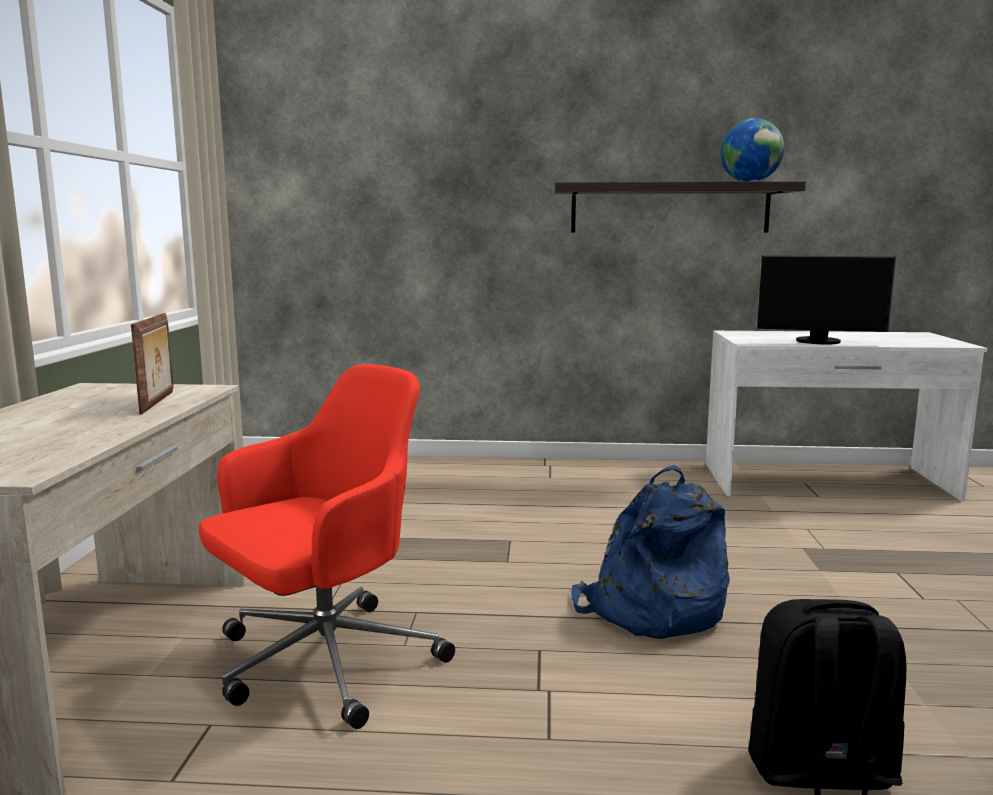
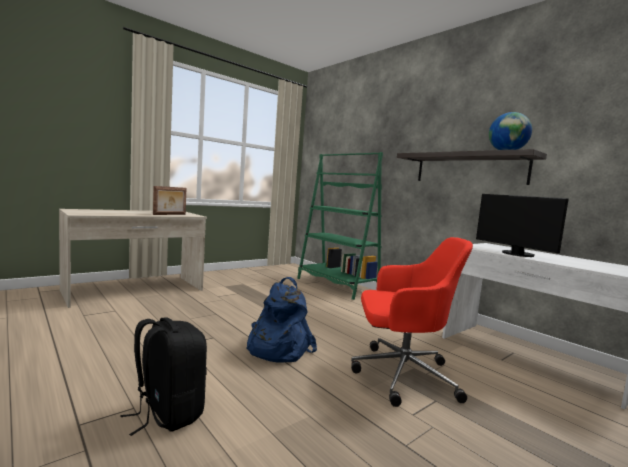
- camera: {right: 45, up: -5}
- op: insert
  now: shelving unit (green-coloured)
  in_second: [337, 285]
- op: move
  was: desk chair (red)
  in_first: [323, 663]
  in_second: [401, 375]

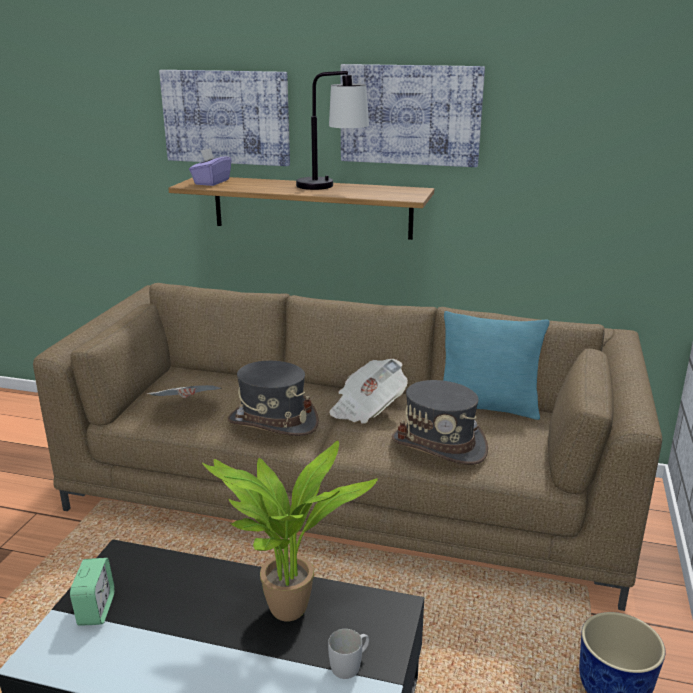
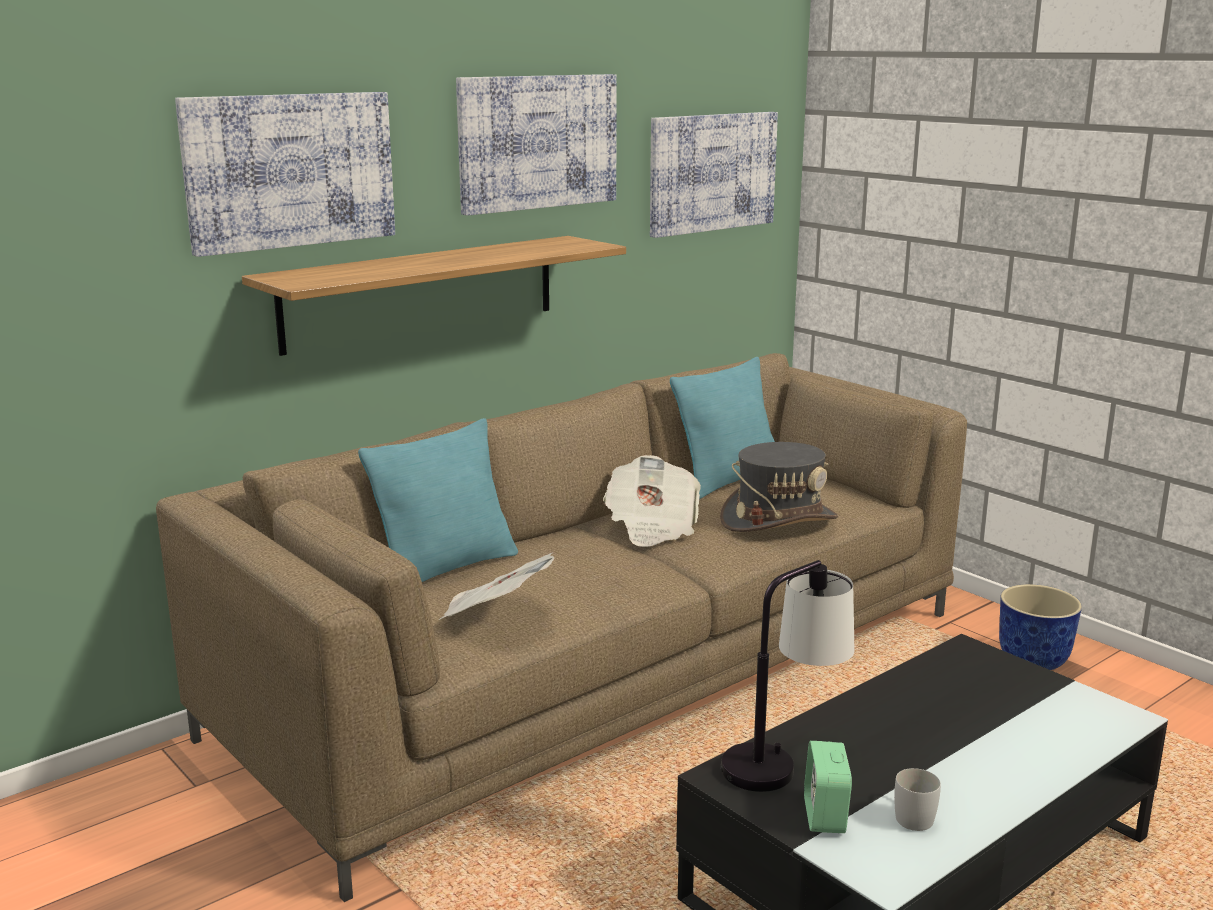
- camera: {right: -55, up: -5}
- op: insert
  now: throw pillow (turquoise-coloured)
  in_second: [446, 568]
- op: insert
  now: wall art
  in_second: [712, 172]
- op: move
  was: table lamp
  in_first: [331, 187]
  in_second: [783, 759]
- op: rotate
  was: bedside clock
  in_first: [96, 610]
  in_second: [825, 815]
  clockwise: -120
- op: move
  was: tea mug (white-coloured)
  in_first: [350, 664]
  in_second: [911, 815]
- op: delete
  was: tissue holder (purple)
  in_first: [211, 182]
- op: delete
  was: houseplant
  in_first: [289, 615]
- op: delete
  was: wearable hat (gray)
  in_first: [272, 422]

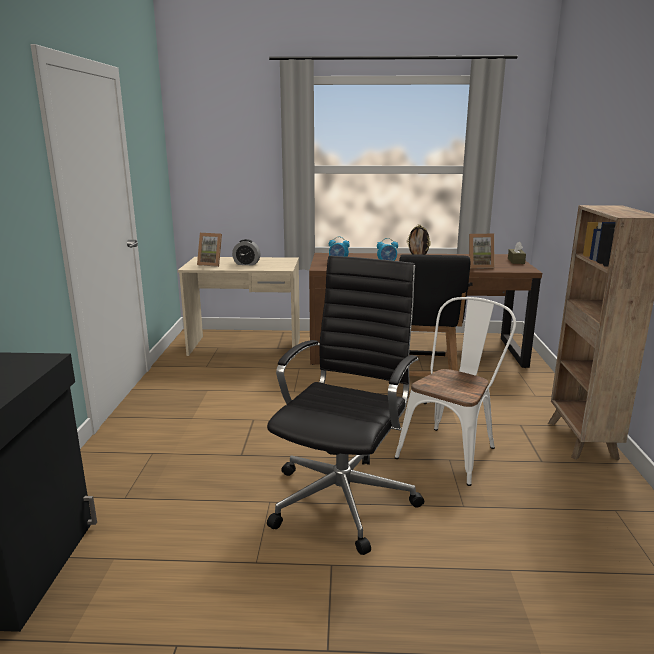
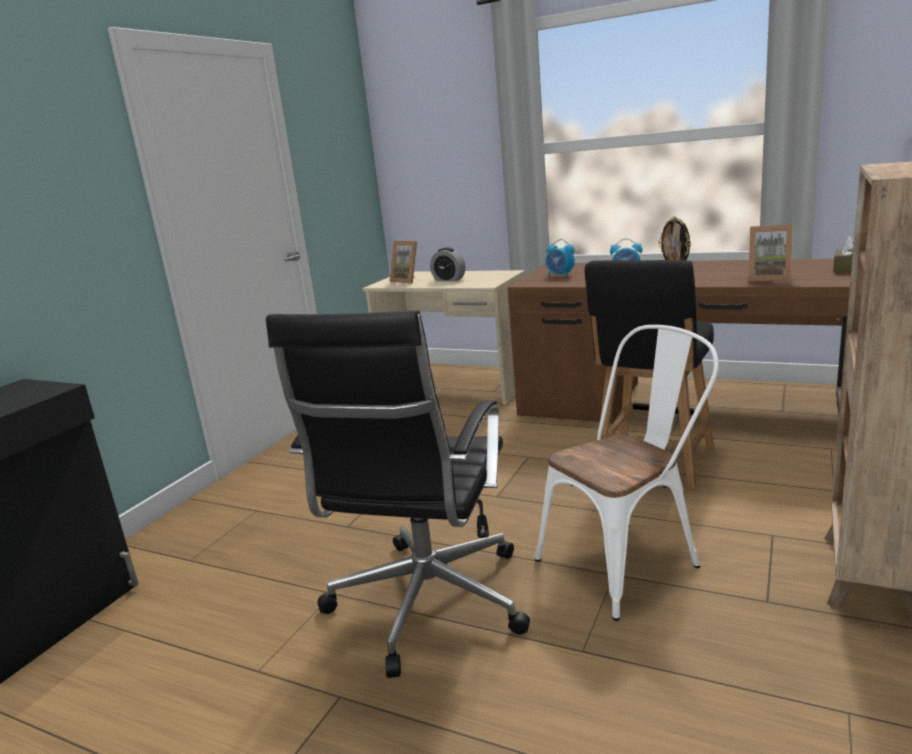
- camera: {right: 25, up: 0}
- op: rotate
  was: desk chair (black)
  in_first: [344, 497]
  in_second: [426, 605]
  clockwise: 150

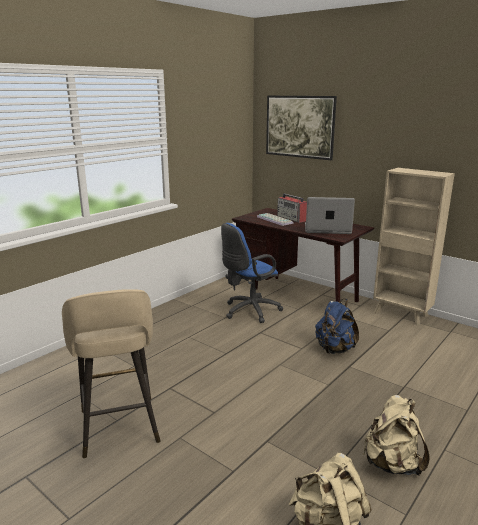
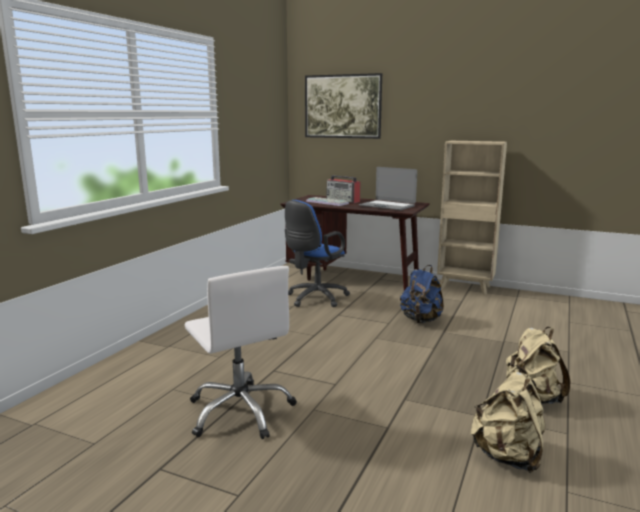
- camera: {right: -15, up: -5}
- op: replace
  was: stool (beige)
  now: desk chair (white-coloured)
  in_first: [119, 428]
  in_second: [241, 411]
- op: rotate
  was: notebook computer
  in_first: [327, 229]
  in_second: [387, 206]
  clockwise: -135

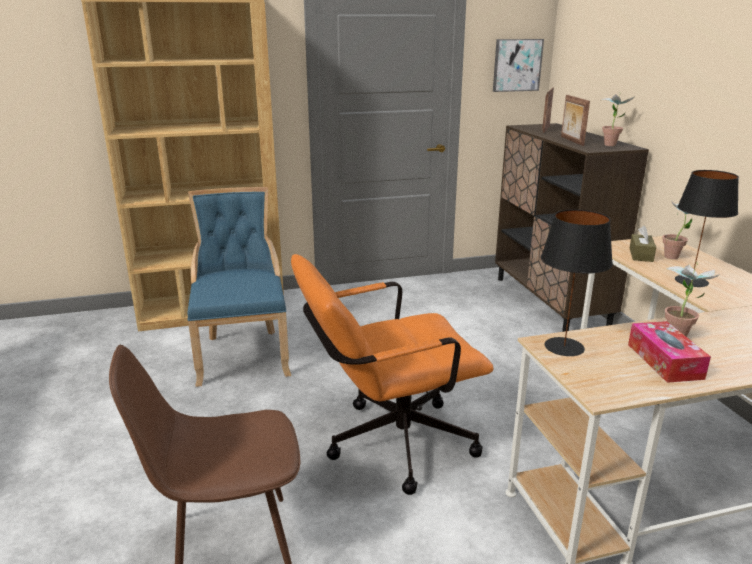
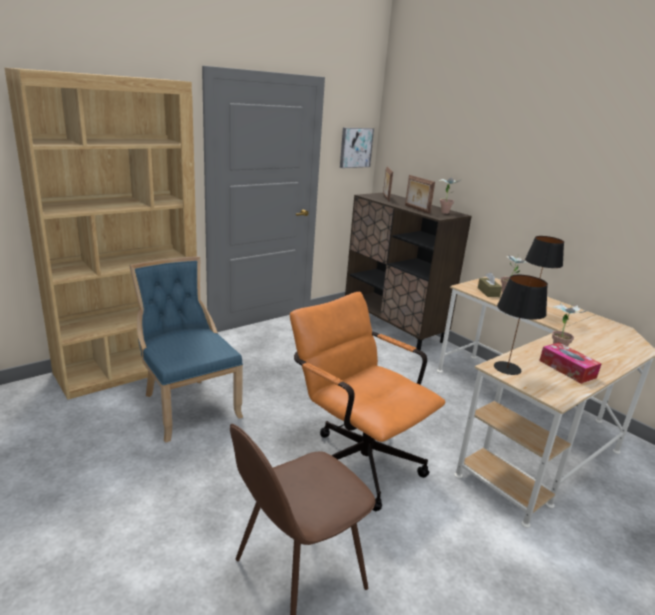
- camera: {right: -25, up: 0}
- op: rotate
  was: desk chair (orangey)
  in_first: [388, 444]
  in_second: [356, 458]
  clockwise: 90

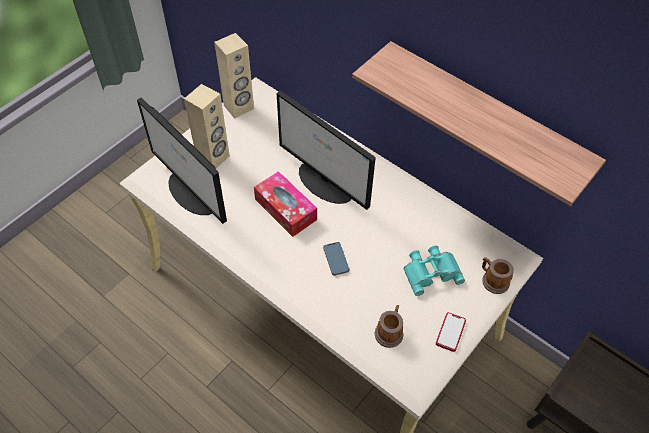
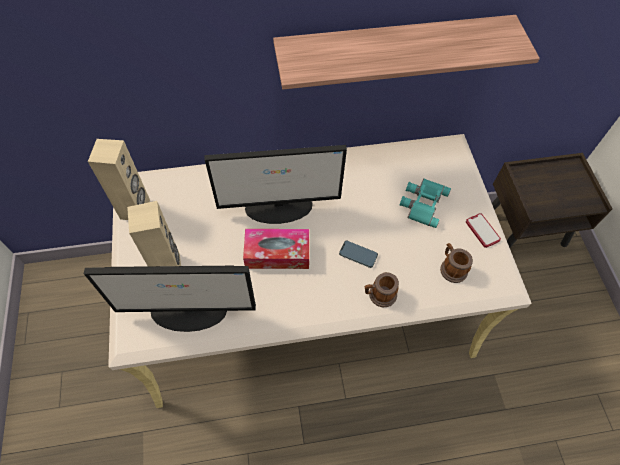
- camera: {right: -50, up: 5}
- op: move
  was: tea mug
  in_first: [492, 280]
  in_second: [379, 295]

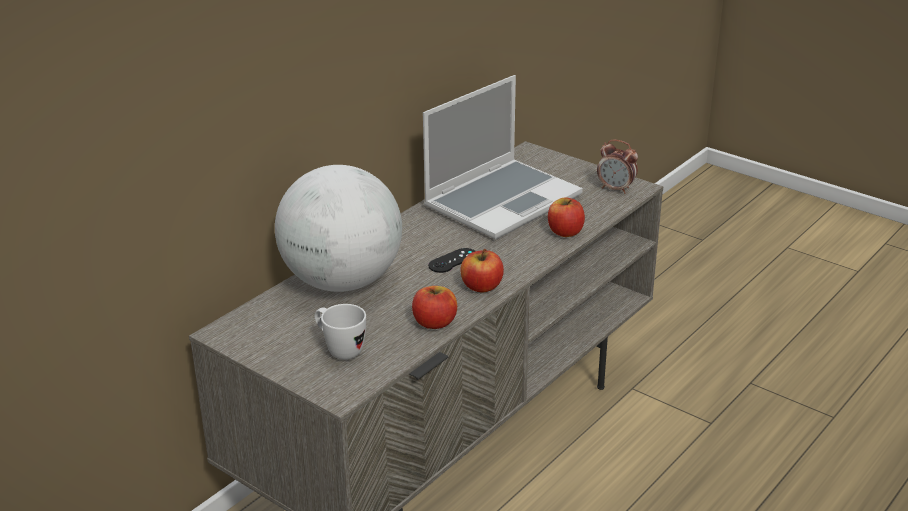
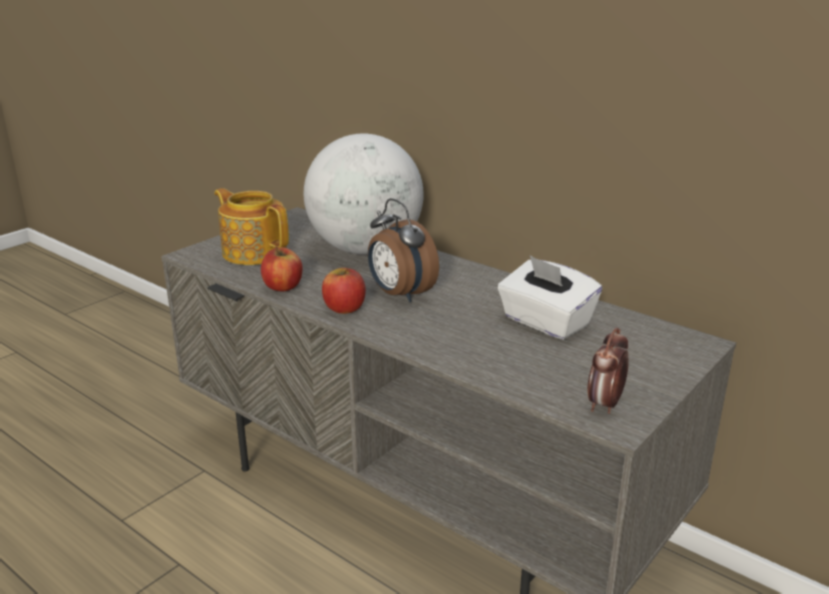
- camera: {right: 90, up: -5}
- op: replace
  was: tea mug (white-coloured)
  now: tea pot
  in_first: [339, 350]
  in_second: [254, 252]
- op: replace
  was: joypad (black)
  now: bedside clock
  in_first: [453, 261]
  in_second: [399, 295]
- op: replace
  was: notebook computer
  now: tissue holder (white-coloured)
  in_first: [502, 200]
  in_second: [545, 322]
- op: delete
  was: whole apple
  in_first: [565, 232]

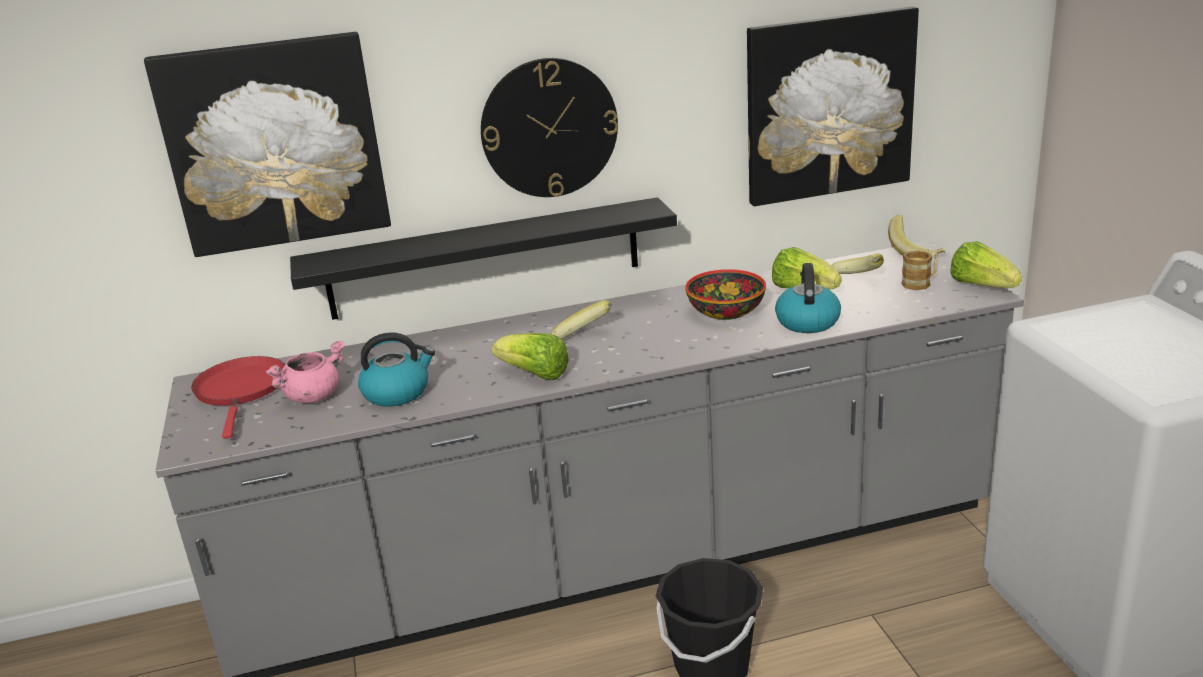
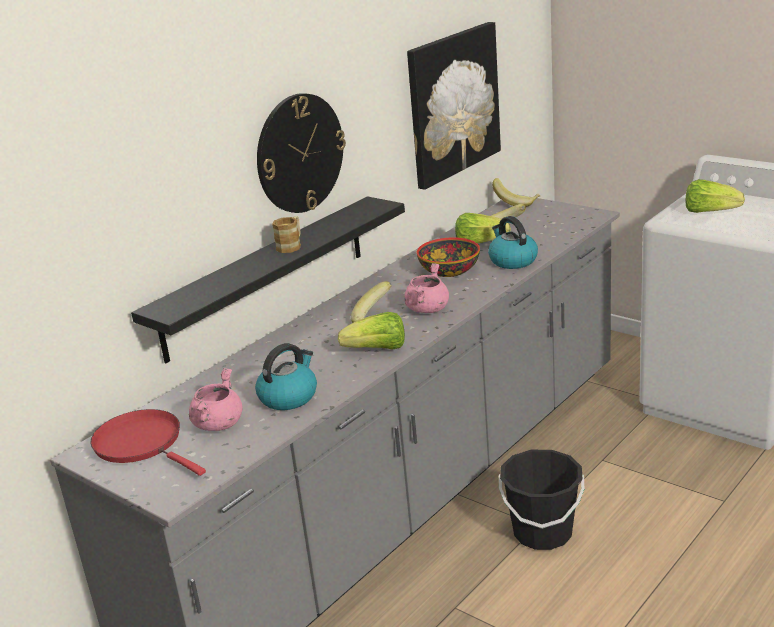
- camera: {right: -35, up: 0}
- op: move
  was: tea mug
  in_first: [920, 283]
  in_second: [291, 246]
- op: insert
  now: stockpot (pink-coloured)
  in_second: [427, 309]
- op: move
  was: lettuce head
  in_first: [982, 286]
  in_second: [710, 212]
- op: delete
  was: wall art
  in_first: [274, 144]

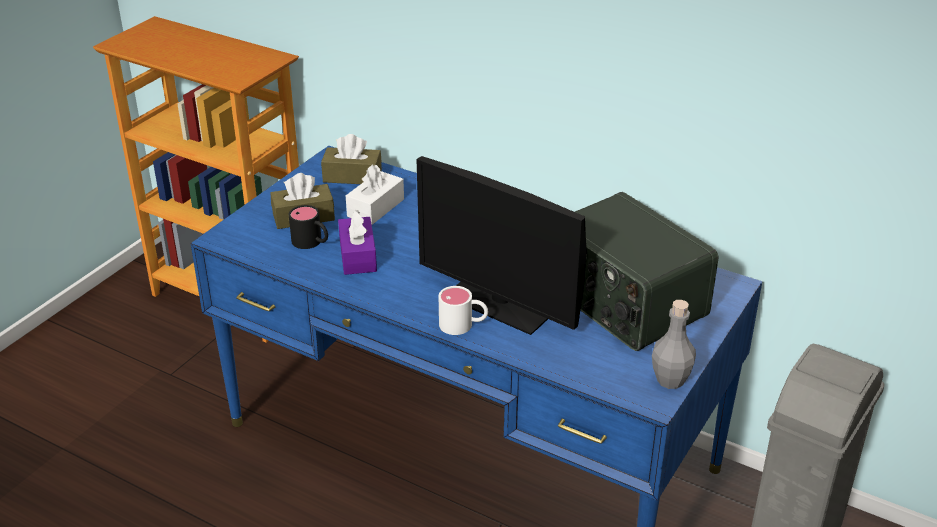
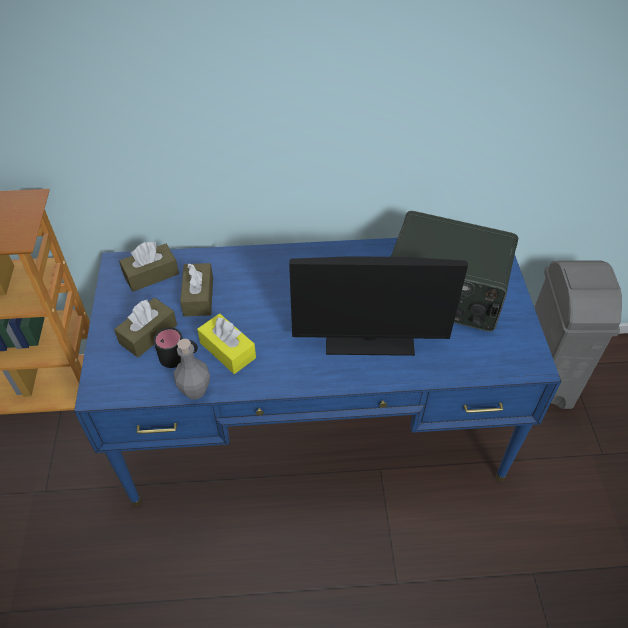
- camera: {right: -35, up: 15}
- op: move
  was: drink bottle (gray)
  in_first: [670, 380]
  in_second: [195, 390]
- op: recolor
  was: tissue holder (white-coloured)
  now: tissue holder (brown)
  in_first: [375, 208]
  in_second: [198, 296]
- op: recolor
  was: tissue holder (purple)
  now: tissue holder (yellow-coloured)
  in_first: [358, 256]
  in_second: [228, 350]
- op: delete
  was: tea mug (white-coloured)
  in_first: [463, 325]

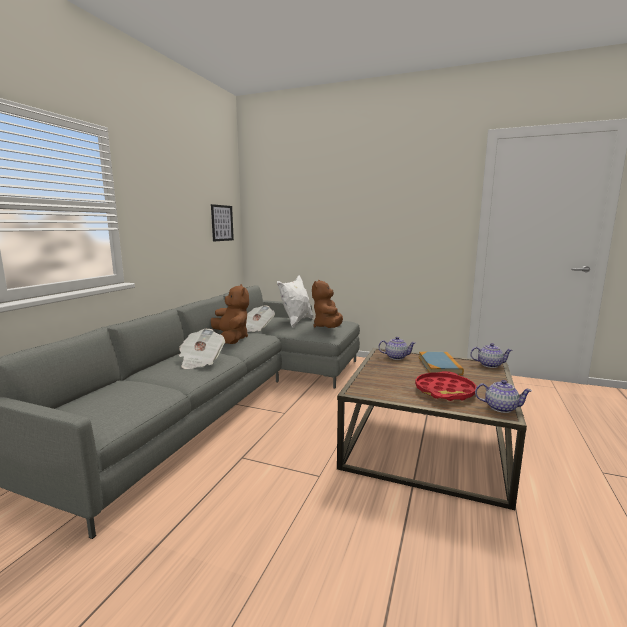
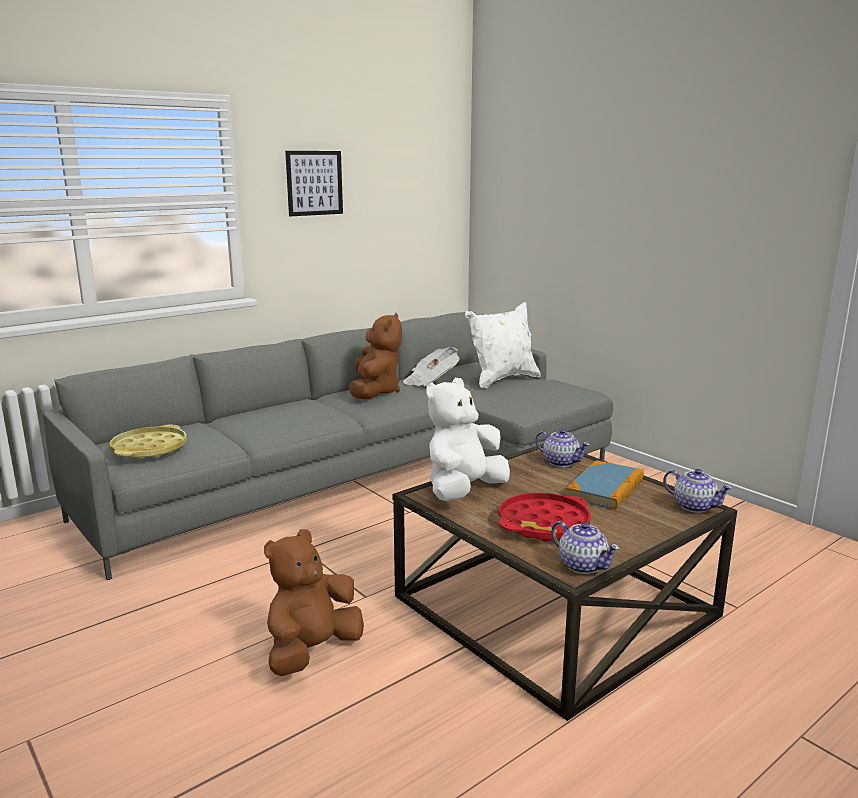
- camera: {right: 30, up: 5}
- op: insert
  now: tray (yellow-coloured)
  in_second: [149, 449]
- op: move
  was: soft toy (brown)
  in_first: [328, 327]
  in_second: [312, 651]
- op: move
  was: wall art
  in_first: [222, 223]
  in_second: [314, 183]
- op: insert
  now: soft toy (white-coloured)
  in_second: [464, 491]
- op: delete
  was: printed paper
  in_first: [201, 361]

